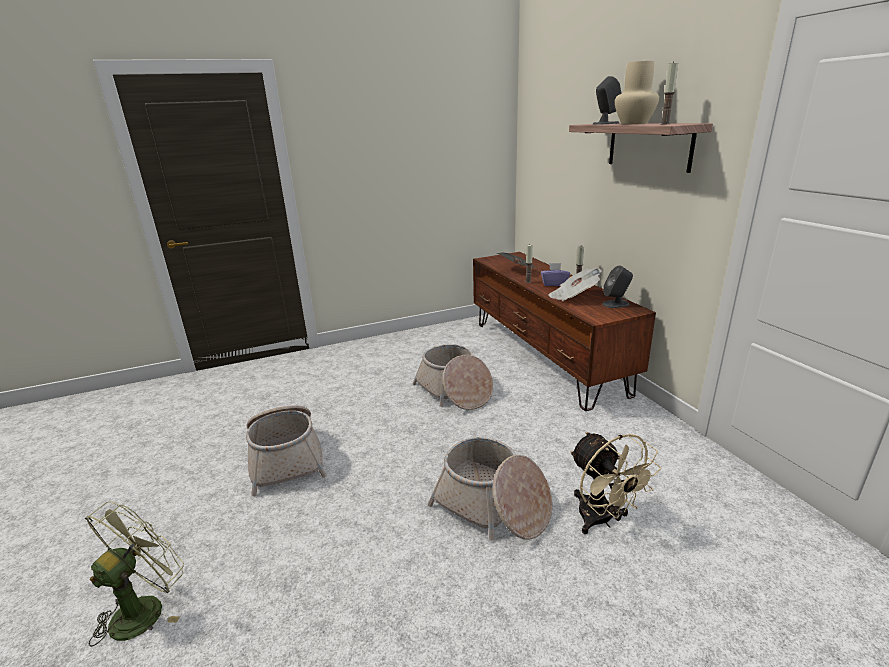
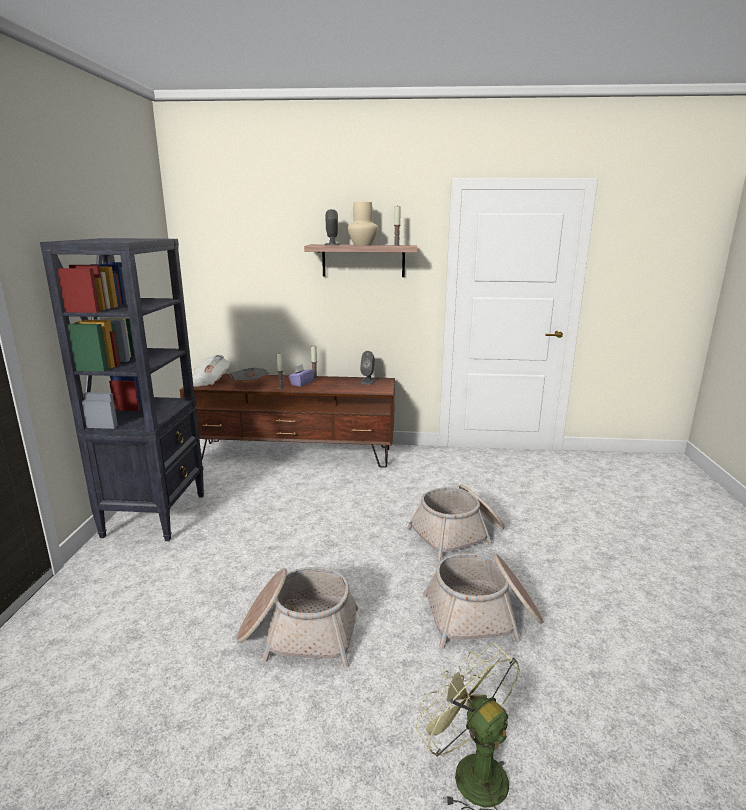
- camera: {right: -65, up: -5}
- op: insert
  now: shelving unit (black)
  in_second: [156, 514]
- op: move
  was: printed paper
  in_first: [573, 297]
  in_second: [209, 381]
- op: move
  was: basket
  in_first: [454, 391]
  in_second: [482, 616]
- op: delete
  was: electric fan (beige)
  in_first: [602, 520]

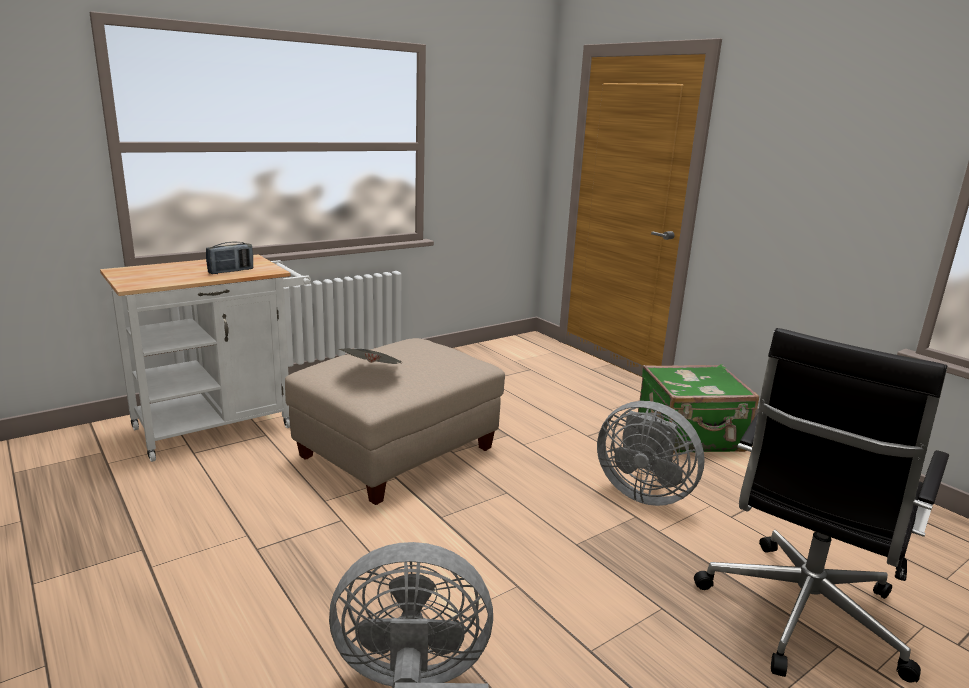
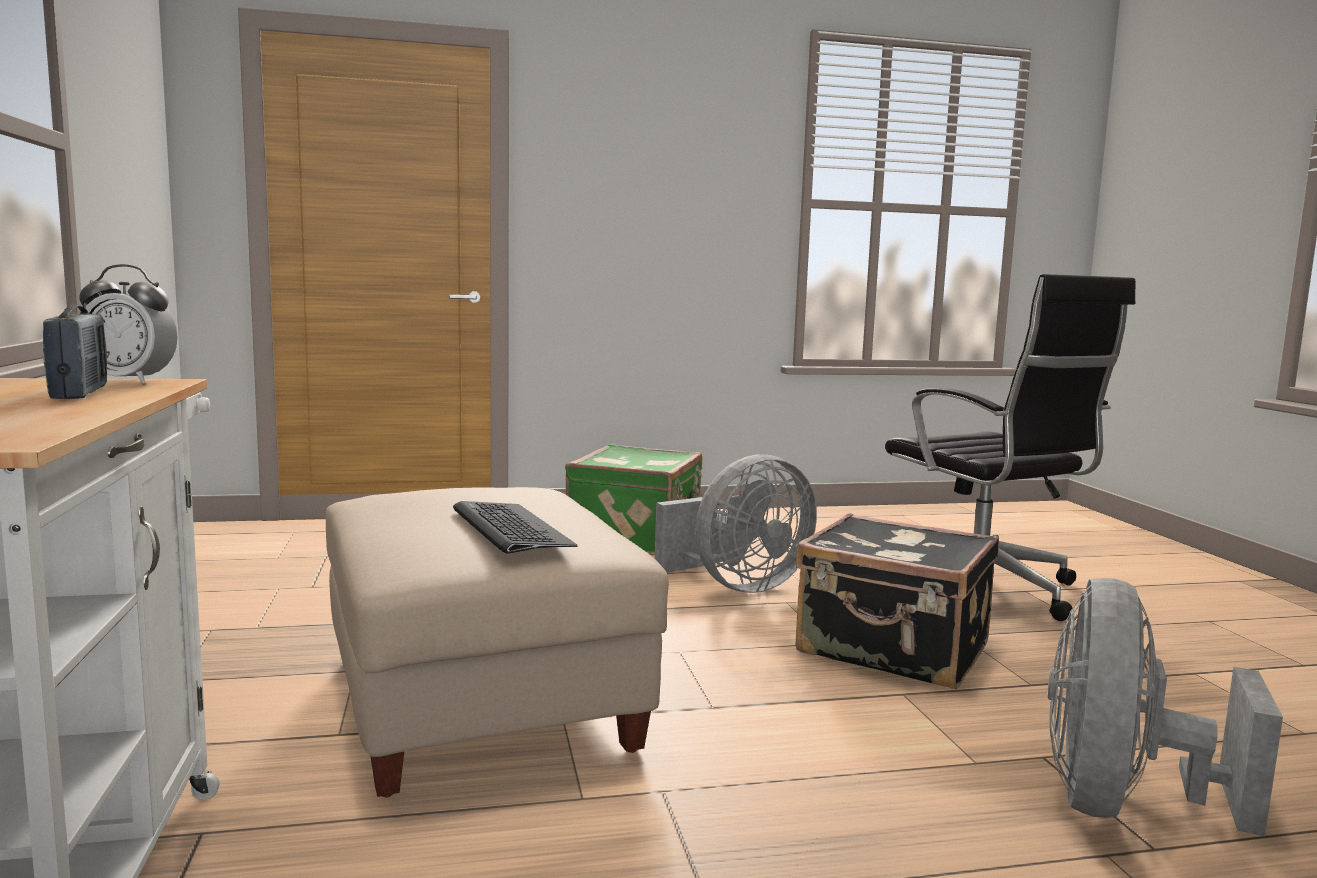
- camera: {right: -65, up: -10}
- op: insert
  now: bedside clock
  in_second: [131, 381]
- op: replace
  was: printed paper
  now: PC keyboard
  in_first: [373, 373]
  in_second: [510, 529]
- op: insert
  now: travel case (black)
  in_second: [893, 651]

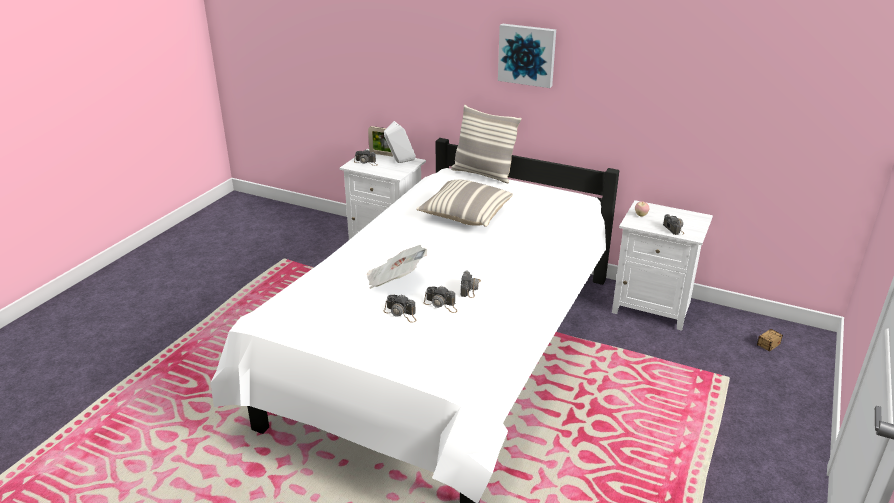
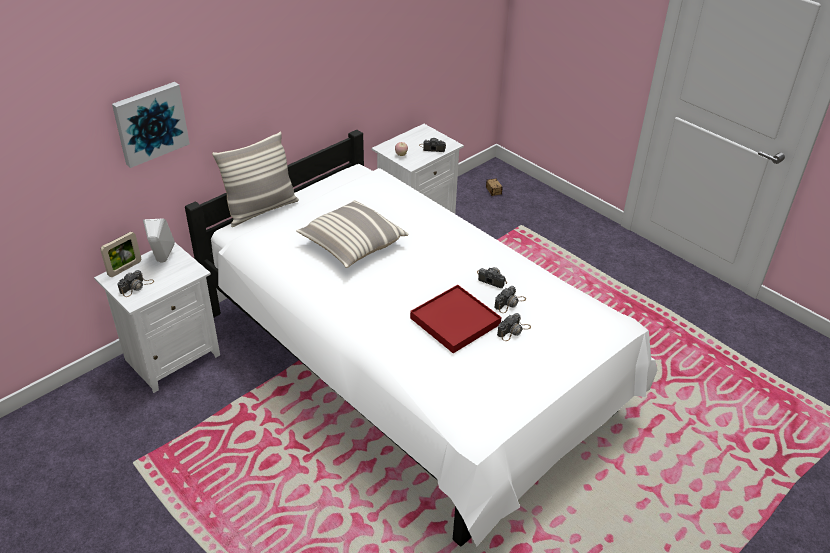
- camera: {right: -70, up: 10}
- op: move
  was: wall art
  in_first: [527, 55]
  in_second: [150, 123]
- op: replace
  was: printed paper
  now: tray (red)
  in_first: [395, 280]
  in_second: [455, 321]

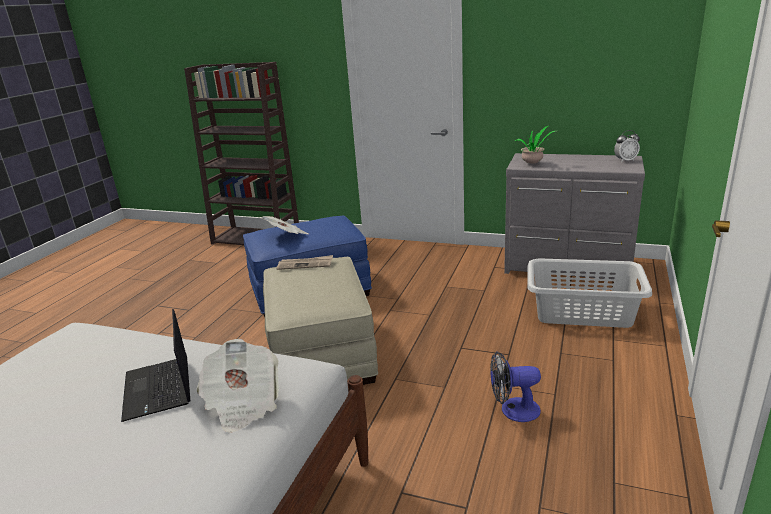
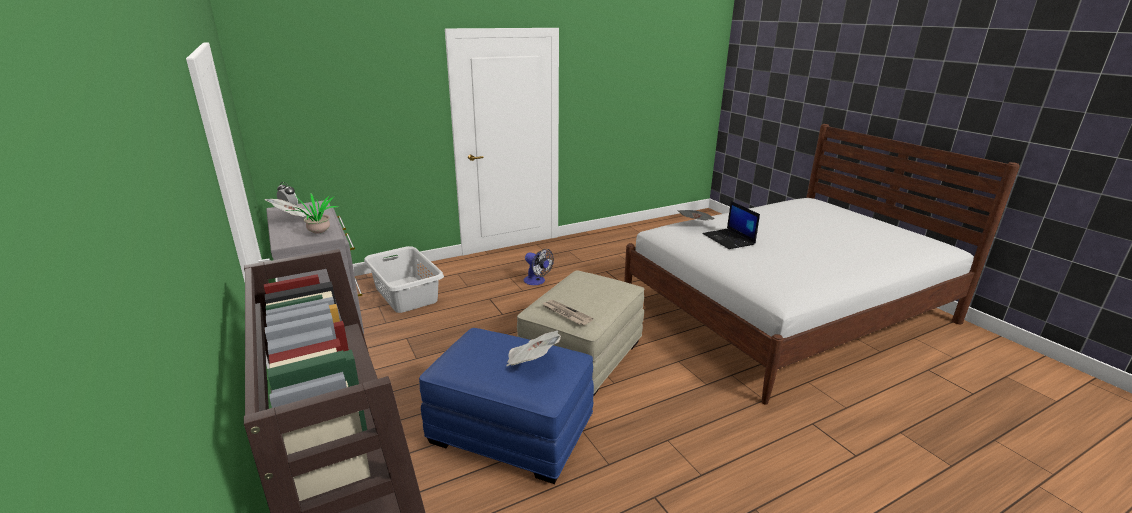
- camera: {right: -140, up: 0}
- op: insert
  now: printed paper
  in_second: [294, 219]
- op: rotate
  was: notebook computer
  in_first: [159, 389]
  in_second: [729, 239]
  clockwise: 135

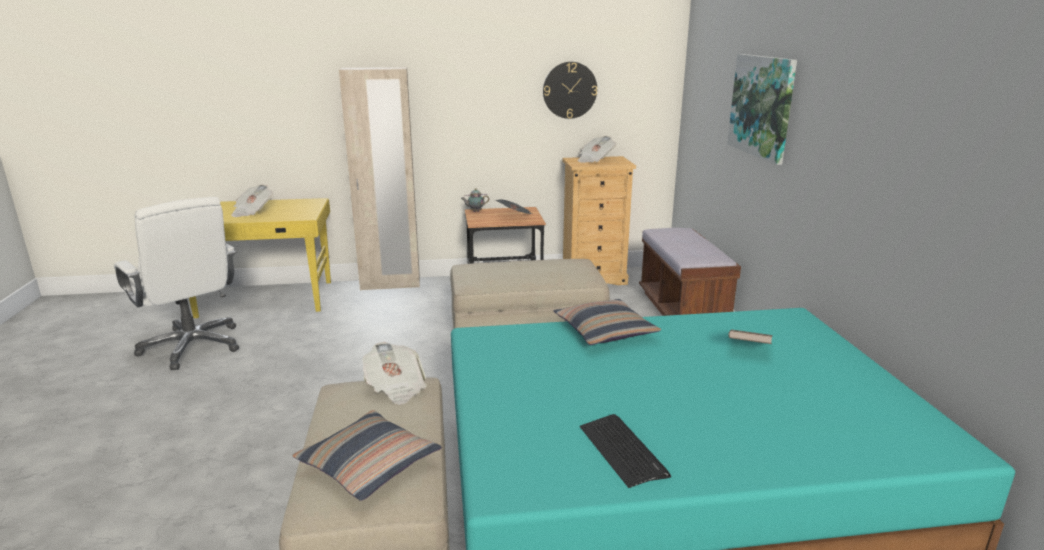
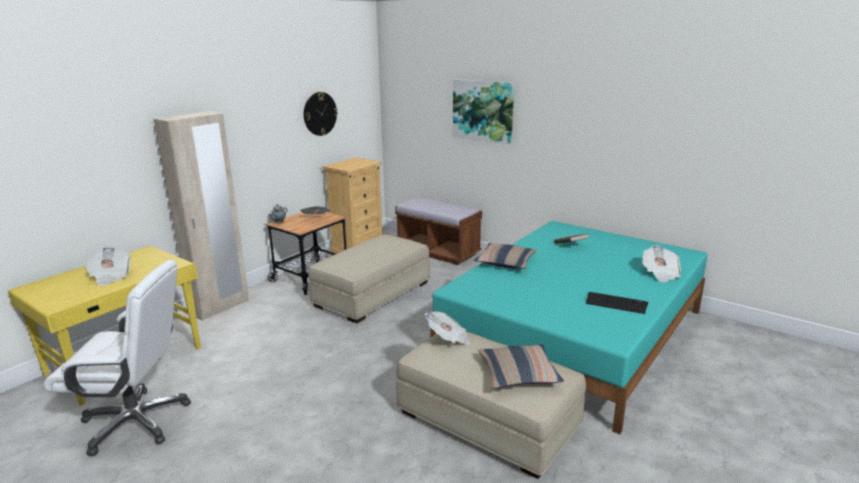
- camera: {right: -45, up: 0}
- op: move
  was: printed paper
  in_first: [595, 160]
  in_second: [660, 274]

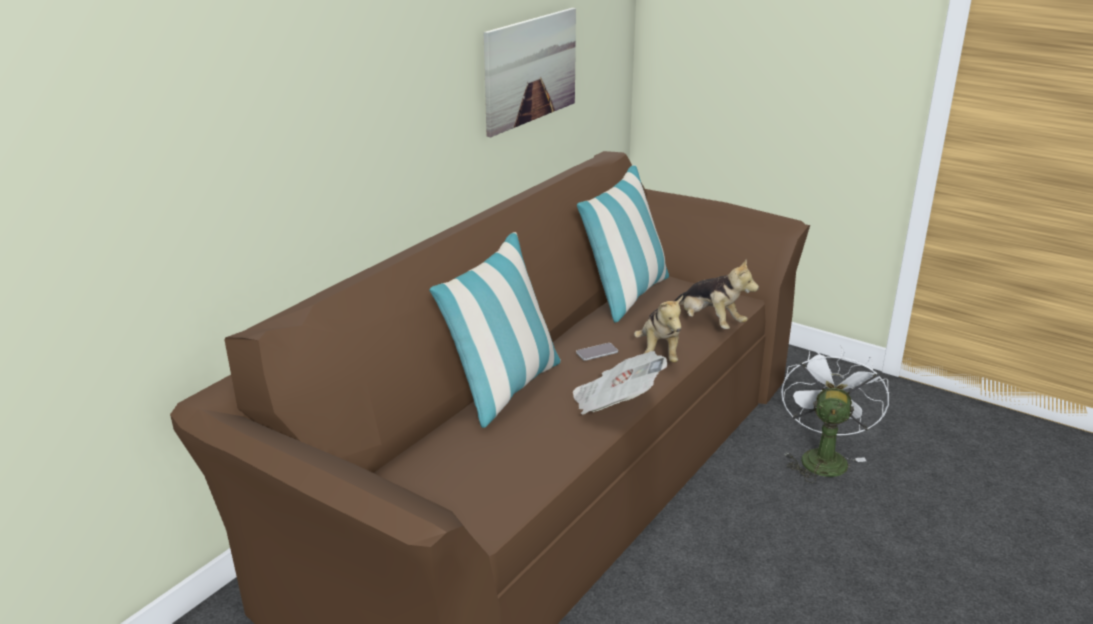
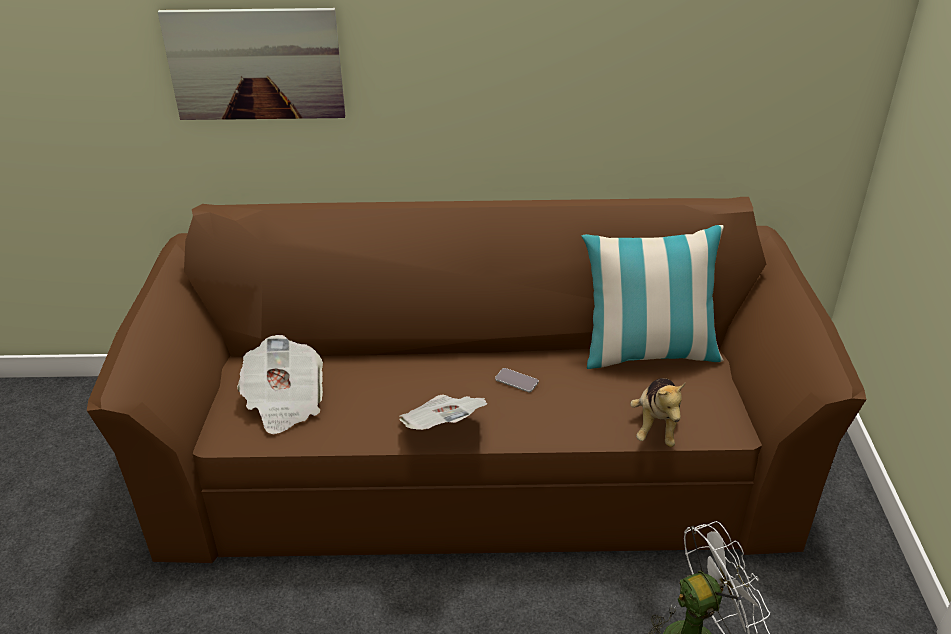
- camera: {right: 55, up: 10}
- op: move
  was: wall art
  in_first: [530, 70]
  in_second: [255, 64]
- op: insert
  now: printed paper
  in_second: [284, 402]
- op: delete
  was: throw pillow
  in_first: [504, 389]
- op: delete
  was: soft toy
  in_first: [659, 353]

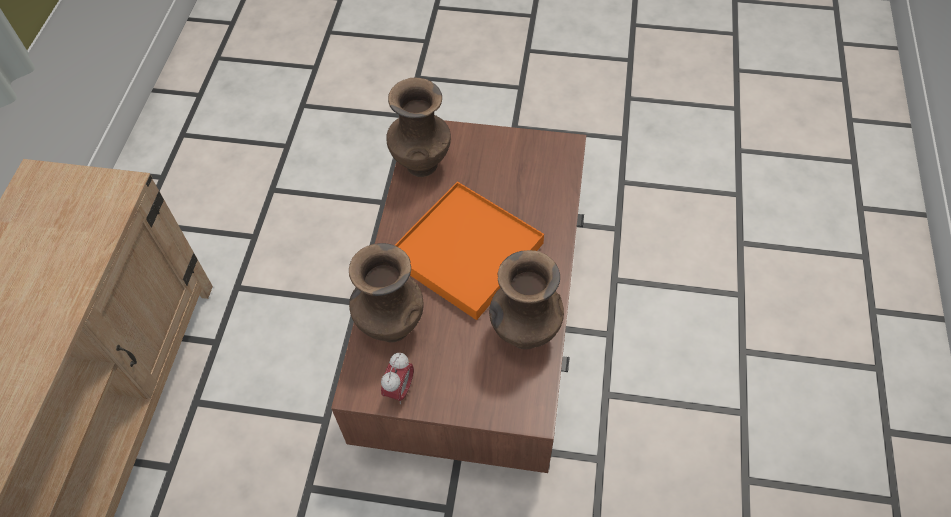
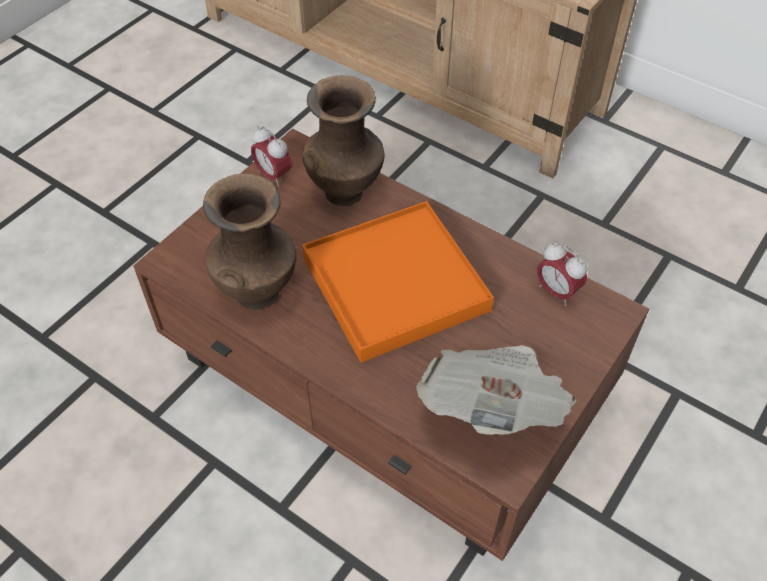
- camera: {right: 115, up: -5}
- op: insert
  now: printed paper
  in_second: [493, 405]
- op: replace
  was: decorative vase (brown)
  now: bedside clock
  in_first: [421, 163]
  in_second: [556, 292]

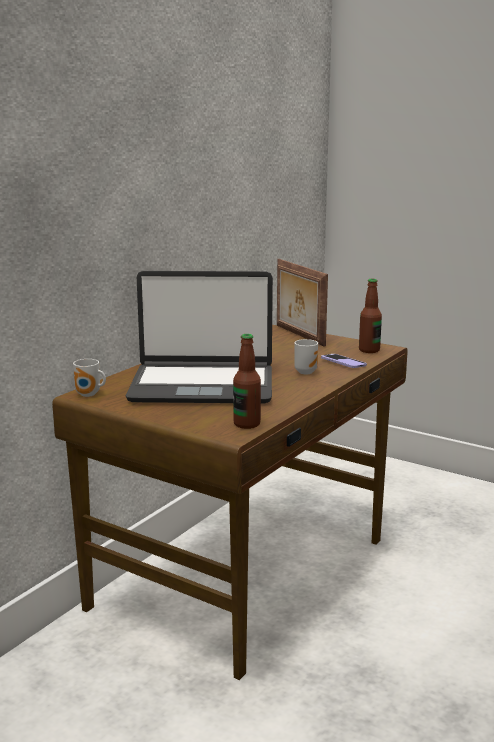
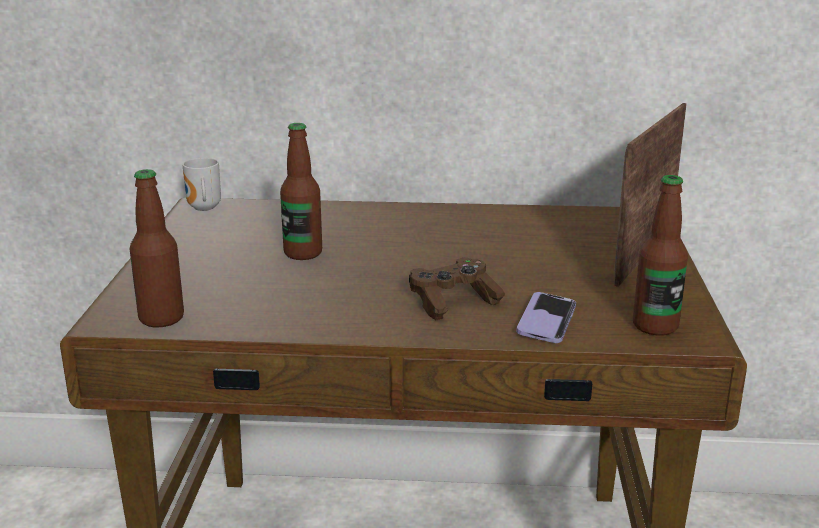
- camera: {right: 60, up: 5}
- op: replace
  was: notebook computer
  now: drink bottle
  in_first: [202, 385]
  in_second: [303, 253]
- op: replace
  was: tea mug
  now: joypad (brown)
  in_first: [305, 371]
  in_second: [453, 302]

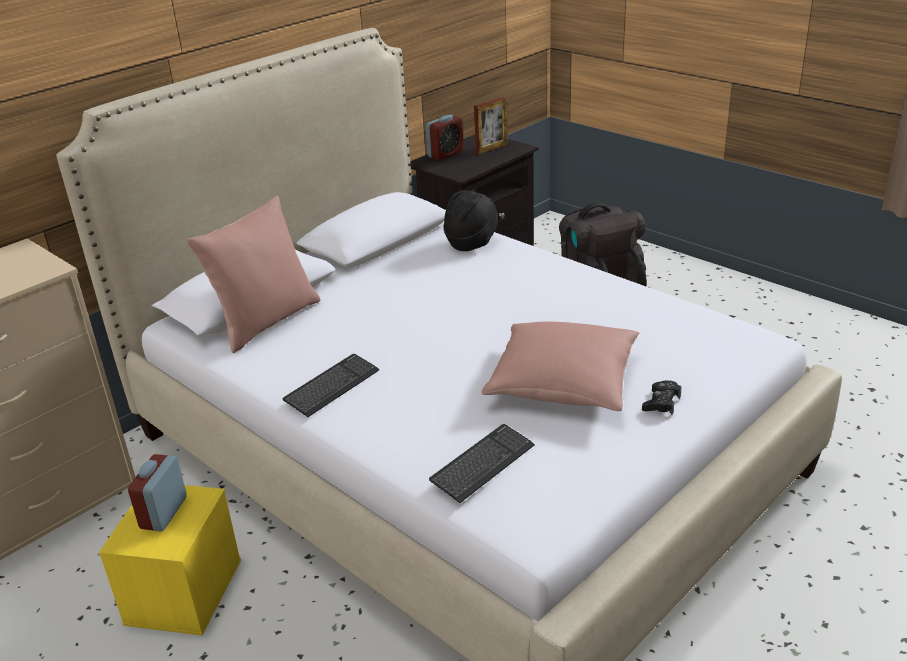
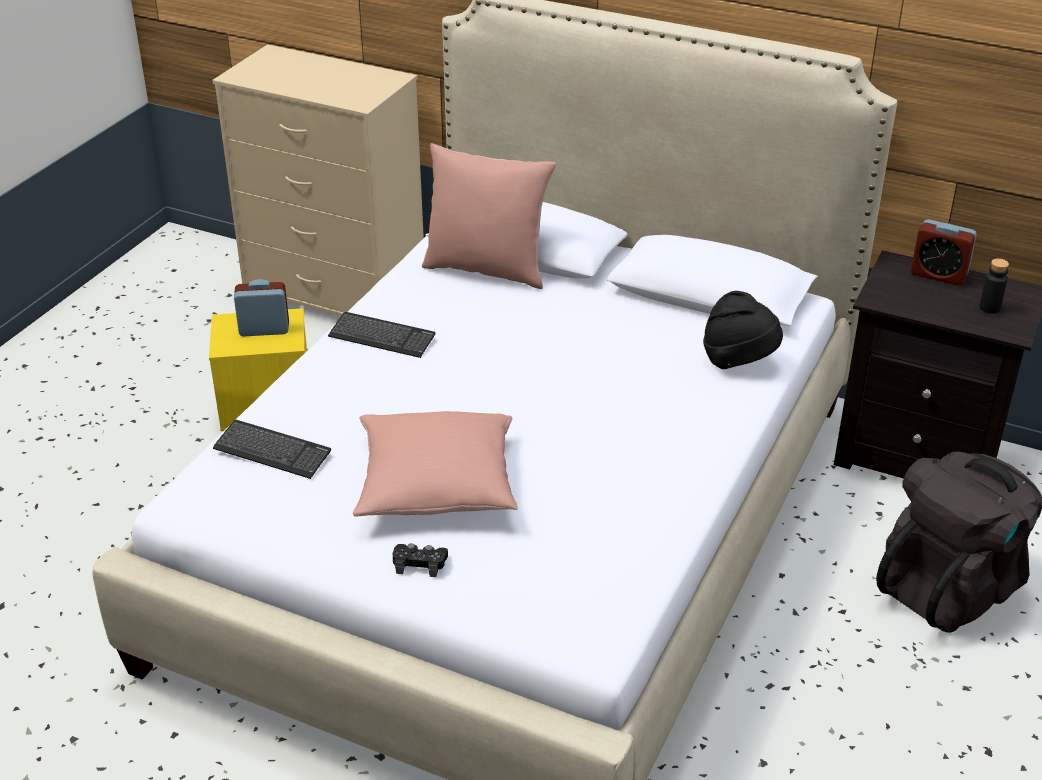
- camera: {right: 70, up: 5}
- op: replace
  was: picture frame
  now: drink bottle (black)
  in_first: [491, 148]
  in_second: [989, 308]

